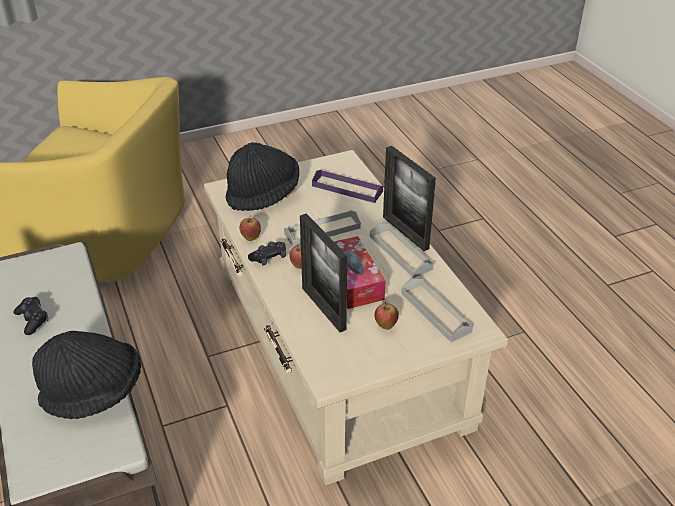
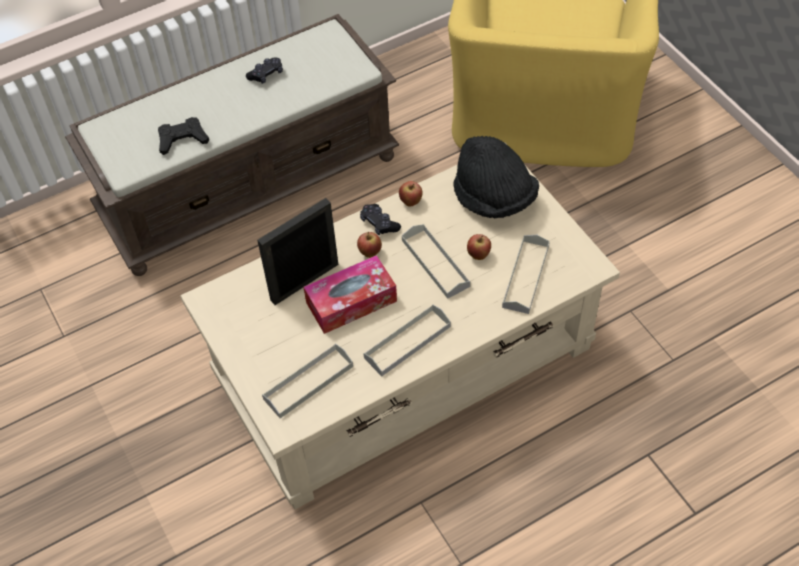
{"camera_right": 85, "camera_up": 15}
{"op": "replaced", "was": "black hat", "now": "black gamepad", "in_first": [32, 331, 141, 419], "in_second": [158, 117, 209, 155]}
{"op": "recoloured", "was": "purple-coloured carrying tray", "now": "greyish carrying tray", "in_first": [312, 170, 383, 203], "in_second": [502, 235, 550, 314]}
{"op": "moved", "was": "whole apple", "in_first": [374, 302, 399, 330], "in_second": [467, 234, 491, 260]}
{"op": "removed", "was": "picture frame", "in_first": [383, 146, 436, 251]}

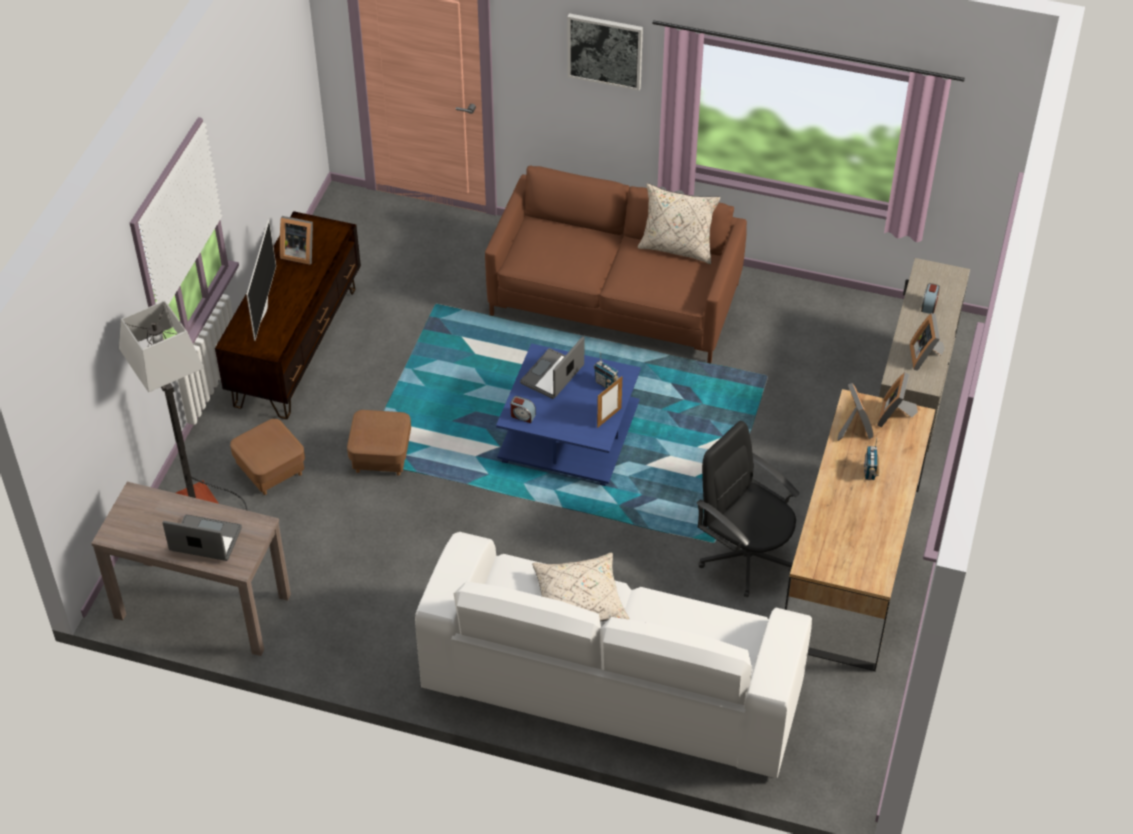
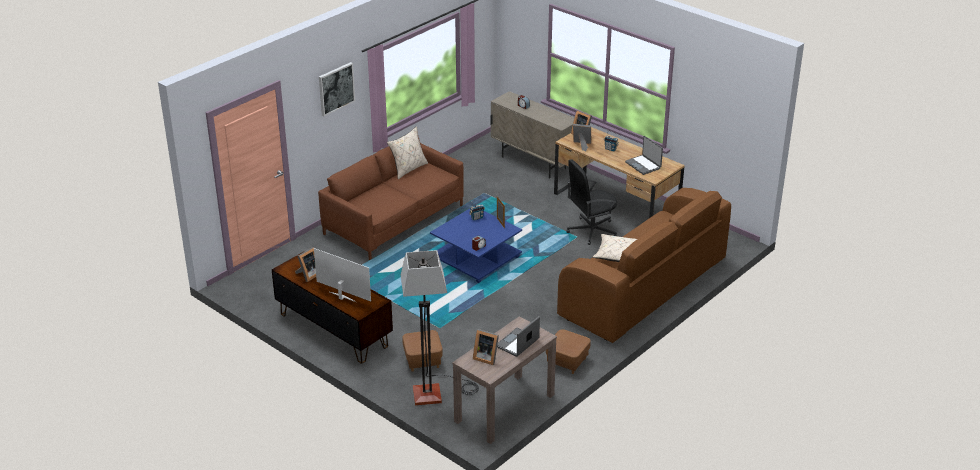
{"camera_right": -65, "camera_up": -15}
{"op": "moved", "was": "brown-coloured pouffe", "in_first": [347, 410, 411, 475], "in_second": [546, 329, 591, 374]}
{"op": "recoloured", "was": "white-coloured couch", "now": "brown-coloured couch", "in_first": [415, 532, 812, 778], "in_second": [557, 188, 731, 343]}
{"op": "moved", "was": "portable computer", "in_first": [520, 336, 585, 399], "in_second": [625, 136, 663, 175]}
{"op": "moved", "was": "picture frame", "in_first": [910, 313, 945, 371], "in_second": [473, 329, 499, 365]}

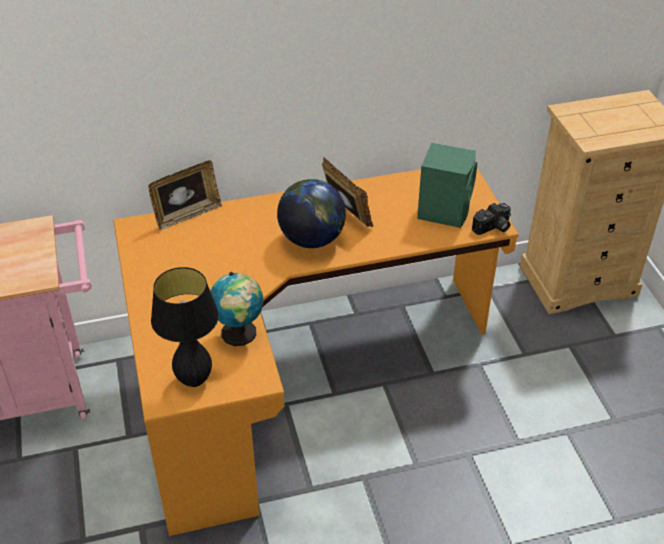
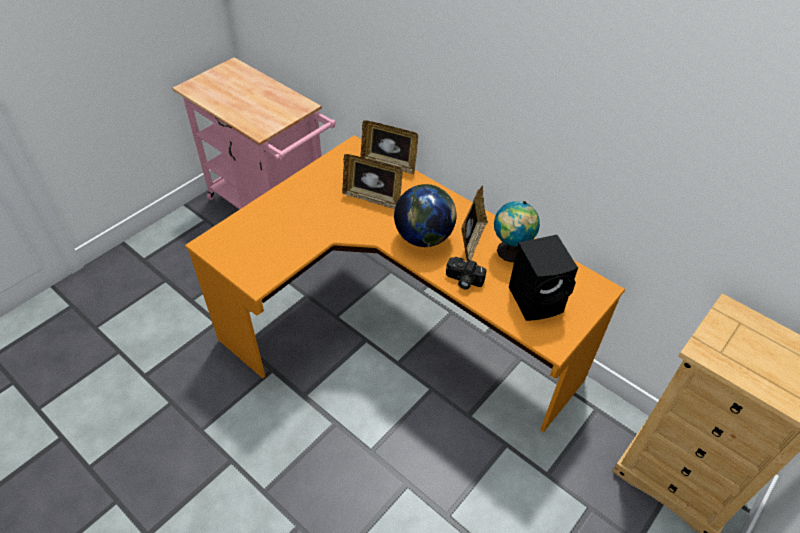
{"camera_right": 55, "camera_up": 5}
{"op": "removed", "was": "black lamp for a table", "in_first": [151, 267, 219, 387]}
{"op": "moved", "was": "globe", "in_first": [210, 272, 263, 346], "in_second": [494, 201, 540, 262]}
{"op": "recoloured", "was": "greenish audio speaker", "now": "black audio speaker", "in_first": [417, 143, 477, 228], "in_second": [509, 235, 578, 321]}
{"op": "moved", "was": "photo camera", "in_first": [472, 203, 511, 235], "in_second": [446, 257, 486, 290]}
{"op": "added", "now": "picture frame", "in_second": [342, 154, 403, 209]}

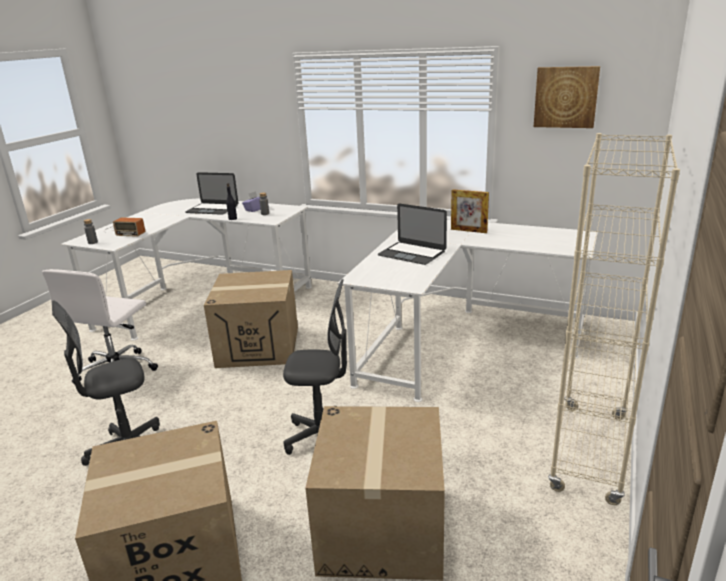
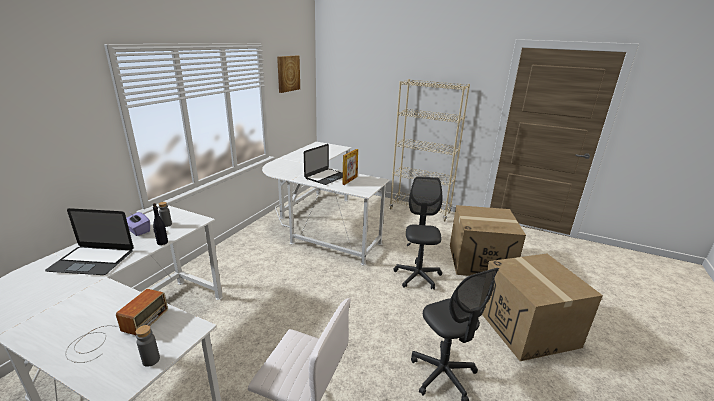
{"camera_right": -90, "camera_up": 0}
{"op": "turned", "was": "portable computer", "in_first": [185, 172, 238, 215], "in_second": [45, 208, 133, 275], "clockwise": 75}
{"op": "removed", "was": "carton", "in_first": [204, 270, 298, 368]}
{"op": "moved", "was": "picture frame", "in_first": [451, 189, 489, 233], "in_second": [342, 149, 358, 185]}

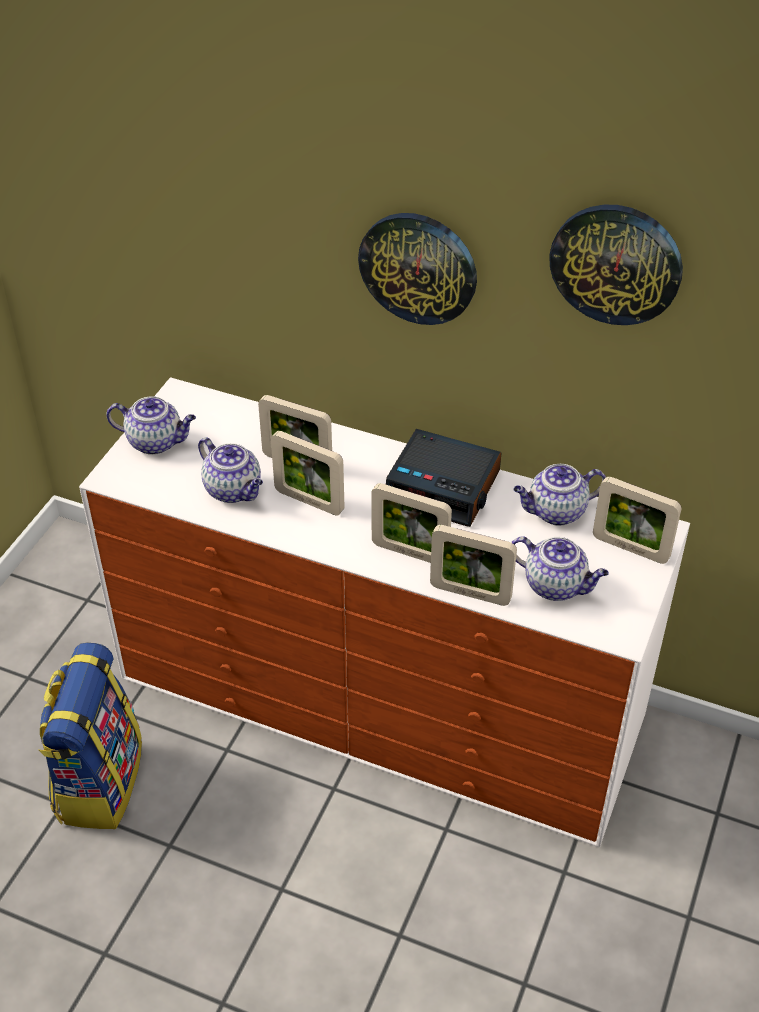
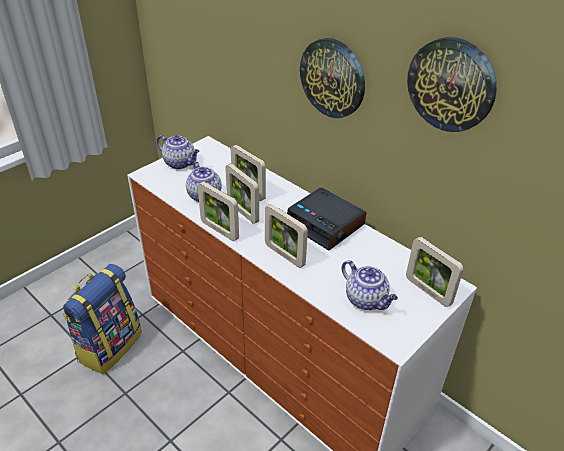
{"camera_right": 20, "camera_up": -5}
{"op": "moved", "was": "picture frame", "in_first": [430, 525, 517, 606], "in_second": [198, 181, 239, 241]}
{"op": "removed", "was": "pot for tea", "in_first": [513, 464, 606, 526]}

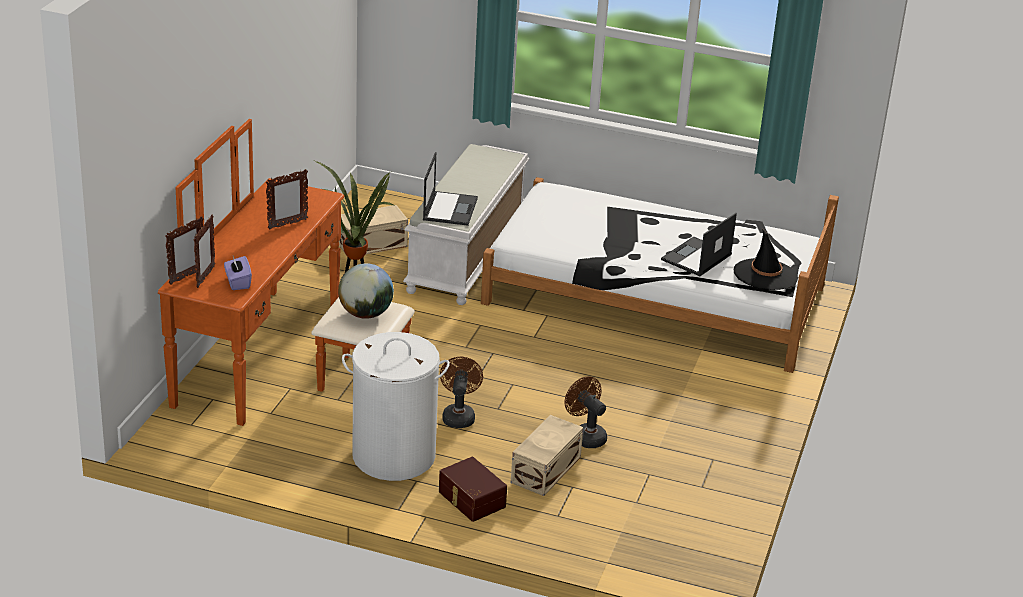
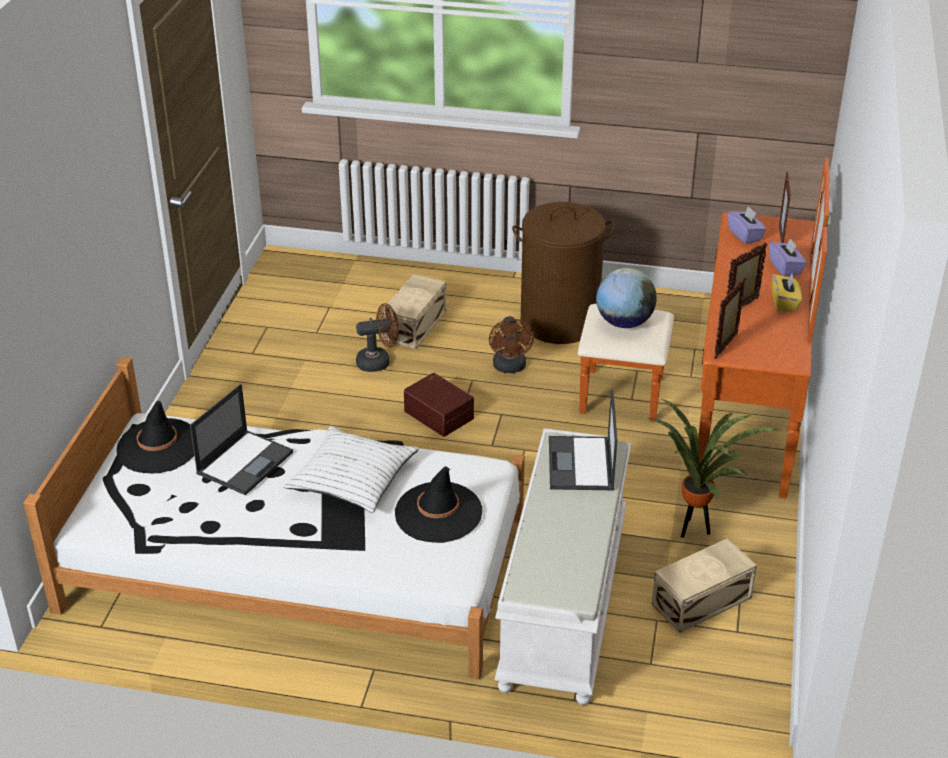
{"camera_right": 175, "camera_up": 5}
{"op": "moved", "was": "picture frame", "in_first": [165, 216, 204, 285], "in_second": [714, 277, 746, 359]}
{"op": "recoloured", "was": "white-coloured hamper", "now": "brown-coloured hamper", "in_first": [342, 332, 450, 481], "in_second": [512, 202, 615, 344]}
{"op": "moved", "was": "brown-coloured storage box", "in_first": [439, 457, 507, 522], "in_second": [404, 373, 474, 437]}
{"op": "turned", "was": "brown-coloured electric fan", "in_first": [565, 376, 607, 448], "in_second": [356, 303, 399, 372], "clockwise": -60}
{"op": "added", "now": "white-coloured cushion", "in_second": [284, 426, 419, 513]}
{"op": "added", "now": "black hat", "in_second": [395, 466, 482, 543]}
{"op": "added", "now": "purple-coloured box of tissues", "in_second": [769, 238, 806, 276]}
{"op": "added", "now": "yellow-coloured box of tissues", "in_second": [772, 272, 802, 311]}

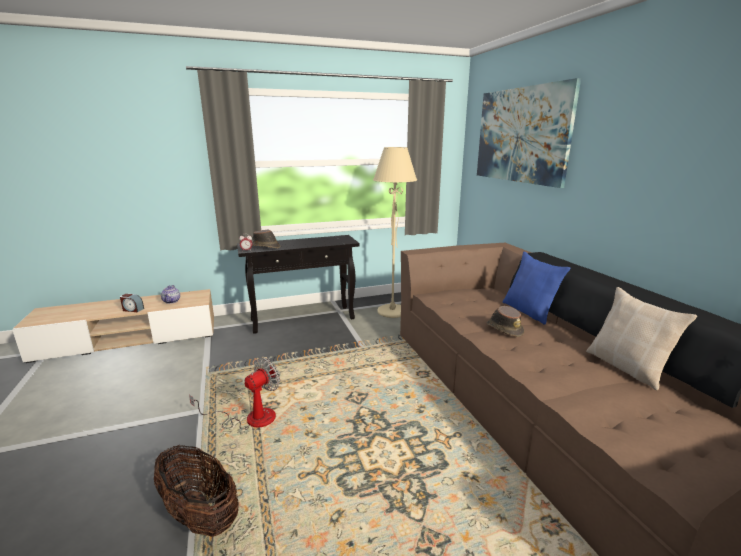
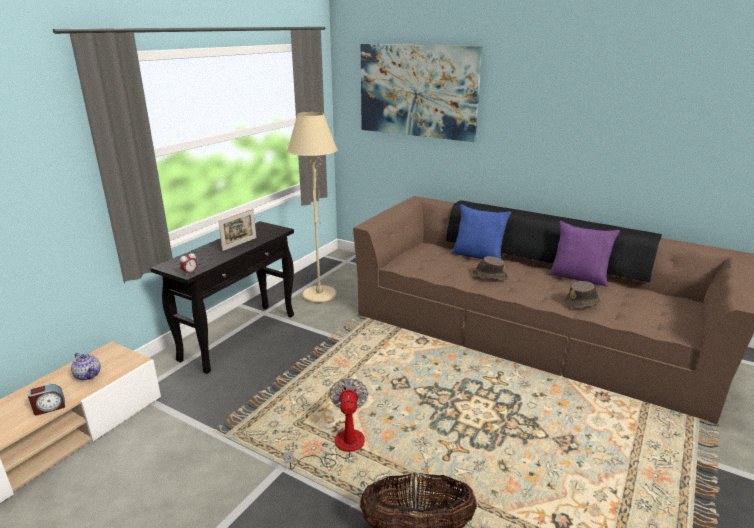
{"camera_right": -40, "camera_up": 5}
{"op": "moved", "was": "brown-coloured hat", "in_first": [252, 230, 280, 248], "in_second": [564, 281, 601, 308]}
{"op": "recoloured", "was": "sand-coloured cushion", "now": "purple-coloured cushion", "in_first": [586, 287, 697, 390], "in_second": [549, 221, 620, 287]}
{"op": "added", "now": "picture frame", "in_second": [218, 209, 256, 251]}

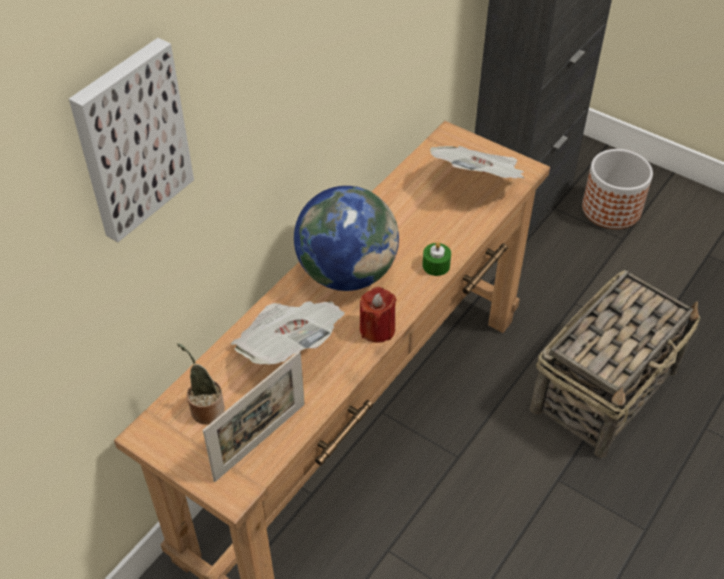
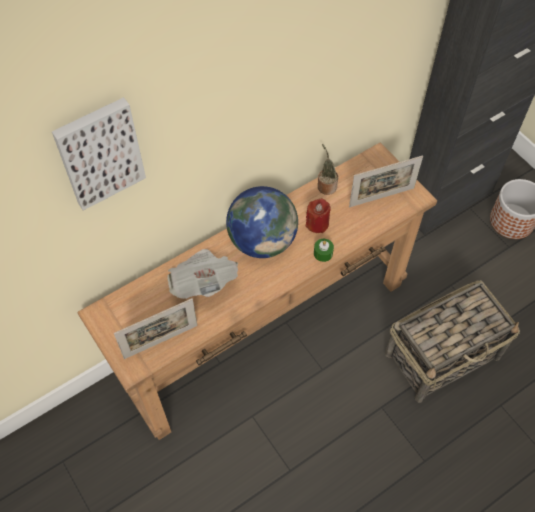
{"camera_right": 20, "camera_up": 10}
{"op": "moved", "was": "plant in a pot", "in_first": [177, 343, 225, 424], "in_second": [318, 144, 338, 195]}
{"op": "moved", "was": "reddish wax light", "in_first": [360, 287, 396, 343], "in_second": [306, 198, 331, 233]}
{"op": "replaced", "was": "printed paper", "now": "picture frame", "in_first": [430, 146, 525, 178], "in_second": [349, 156, 423, 207]}

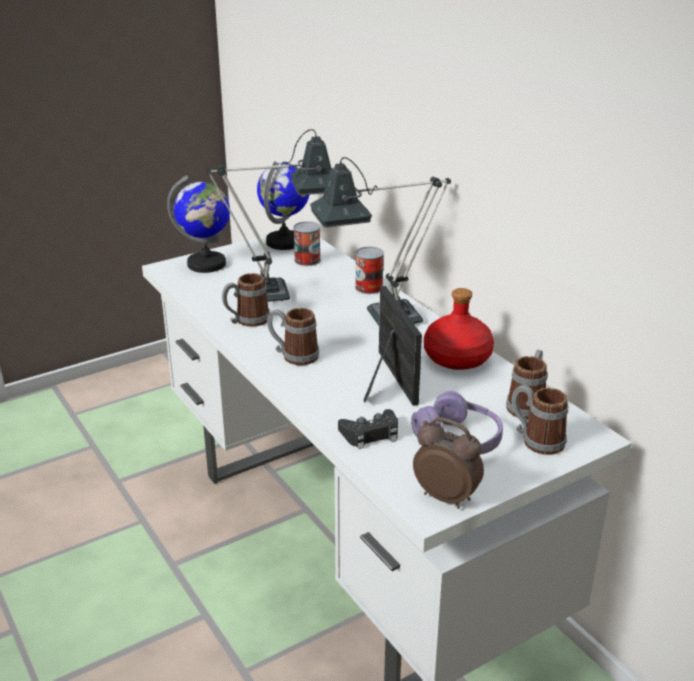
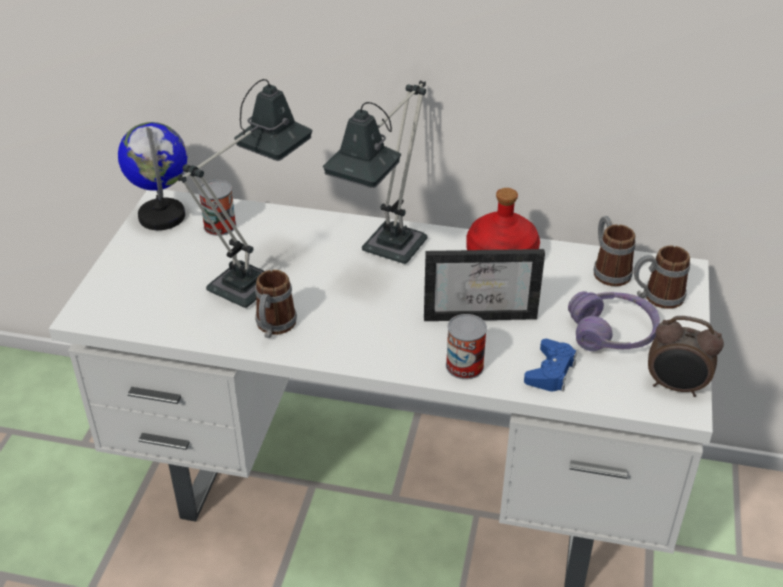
{"camera_right": -45, "camera_up": 10}
{"op": "removed", "was": "globe", "in_first": [167, 175, 230, 273]}
{"op": "removed", "was": "mug", "in_first": [267, 308, 319, 365]}
{"op": "recoloured", "was": "black gamepad", "now": "blue-coloured gamepad", "in_first": [338, 409, 398, 449], "in_second": [524, 339, 577, 391]}
{"op": "moved", "was": "sealed can", "in_first": [355, 246, 384, 294], "in_second": [446, 314, 487, 380]}
{"op": "turned", "was": "picture frame", "in_first": [364, 286, 422, 406], "in_second": [424, 249, 545, 321], "clockwise": 150}
{"op": "turned", "was": "alarm clock", "in_first": [413, 417, 484, 509], "in_second": [648, 316, 724, 397], "clockwise": -150}

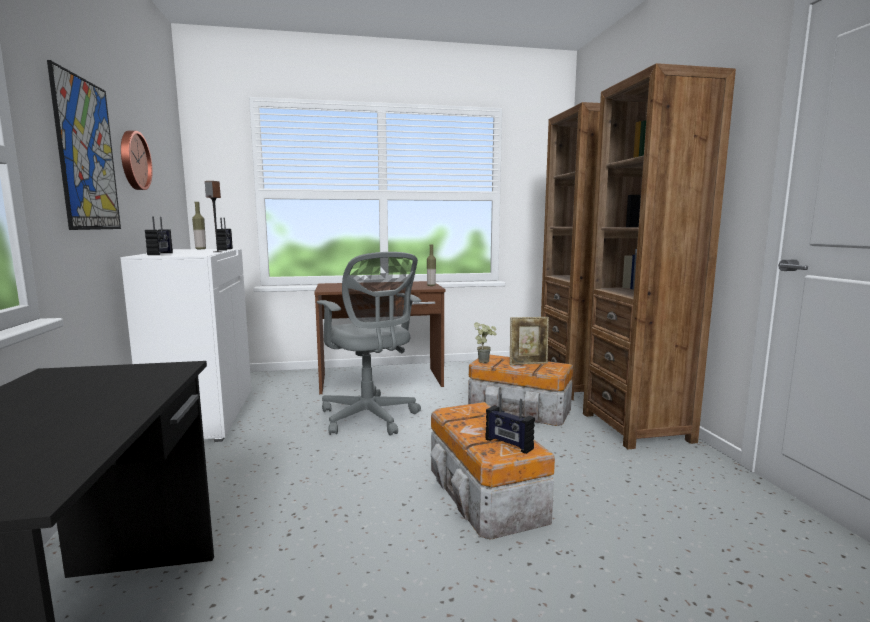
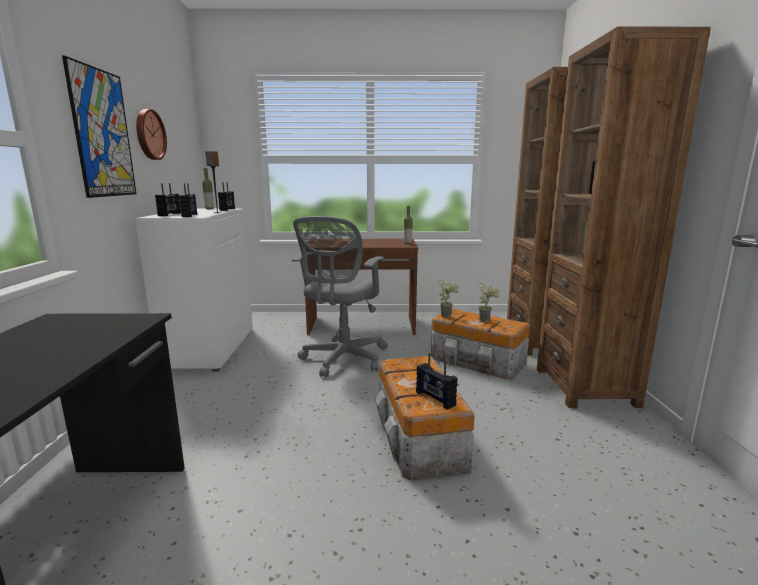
{"camera_right": 10, "camera_up": 5}
{"op": "turned", "was": "greyish desk chair", "in_first": [317, 252, 421, 436], "in_second": [292, 216, 388, 377], "clockwise": 45}
{"op": "replaced", "was": "picture frame", "now": "plant in a pot", "in_first": [510, 317, 549, 365], "in_second": [478, 283, 499, 322]}
{"op": "added", "now": "radio set", "in_second": [179, 183, 197, 217]}

